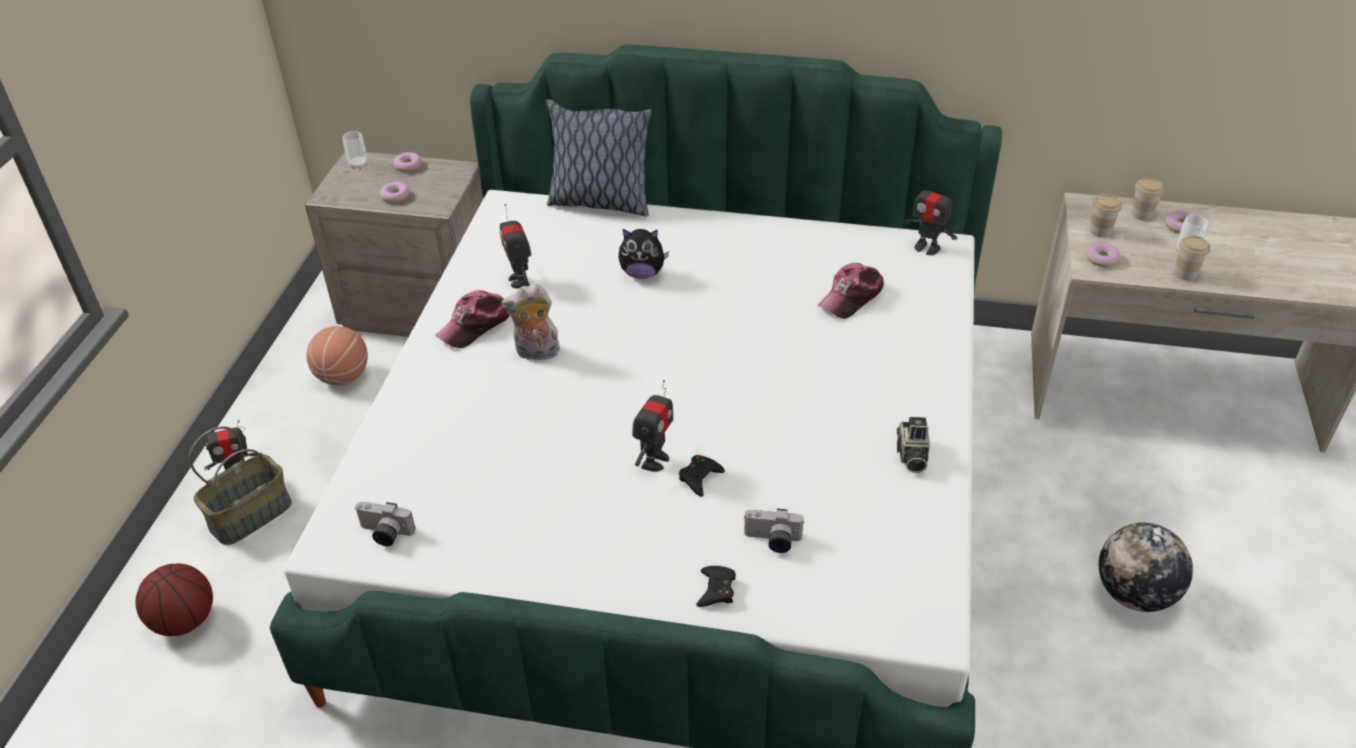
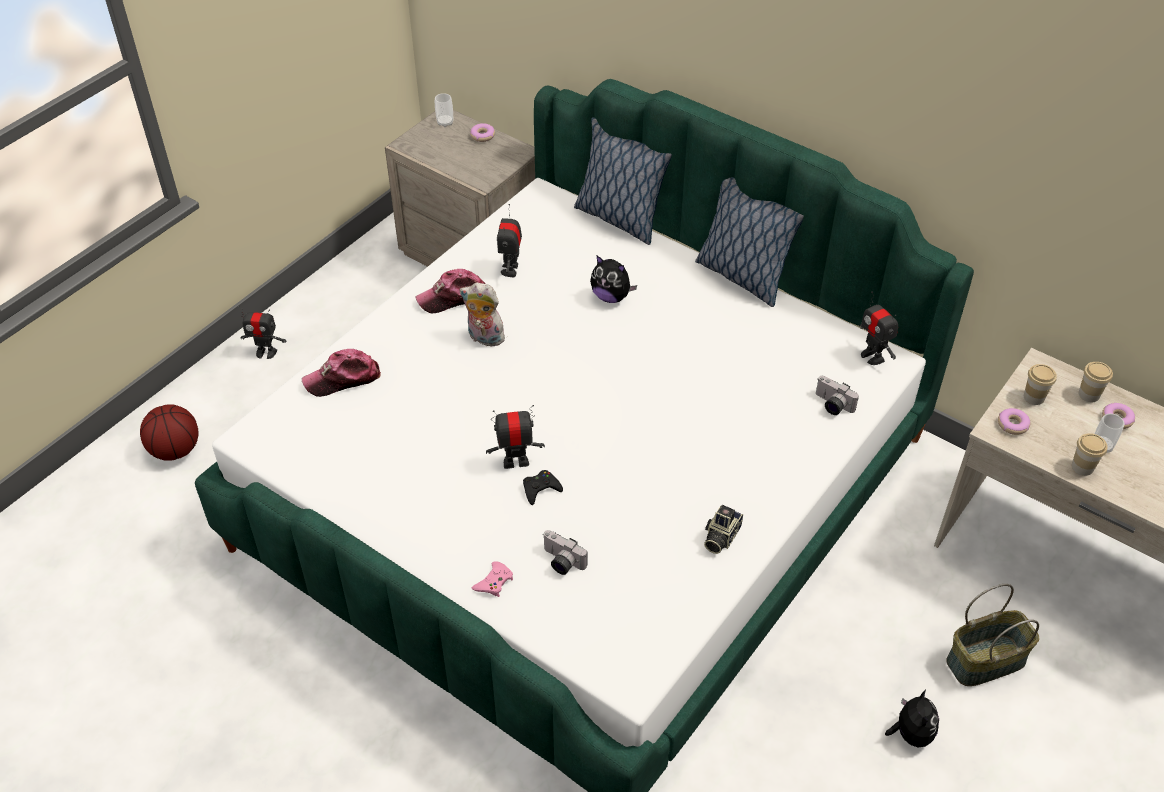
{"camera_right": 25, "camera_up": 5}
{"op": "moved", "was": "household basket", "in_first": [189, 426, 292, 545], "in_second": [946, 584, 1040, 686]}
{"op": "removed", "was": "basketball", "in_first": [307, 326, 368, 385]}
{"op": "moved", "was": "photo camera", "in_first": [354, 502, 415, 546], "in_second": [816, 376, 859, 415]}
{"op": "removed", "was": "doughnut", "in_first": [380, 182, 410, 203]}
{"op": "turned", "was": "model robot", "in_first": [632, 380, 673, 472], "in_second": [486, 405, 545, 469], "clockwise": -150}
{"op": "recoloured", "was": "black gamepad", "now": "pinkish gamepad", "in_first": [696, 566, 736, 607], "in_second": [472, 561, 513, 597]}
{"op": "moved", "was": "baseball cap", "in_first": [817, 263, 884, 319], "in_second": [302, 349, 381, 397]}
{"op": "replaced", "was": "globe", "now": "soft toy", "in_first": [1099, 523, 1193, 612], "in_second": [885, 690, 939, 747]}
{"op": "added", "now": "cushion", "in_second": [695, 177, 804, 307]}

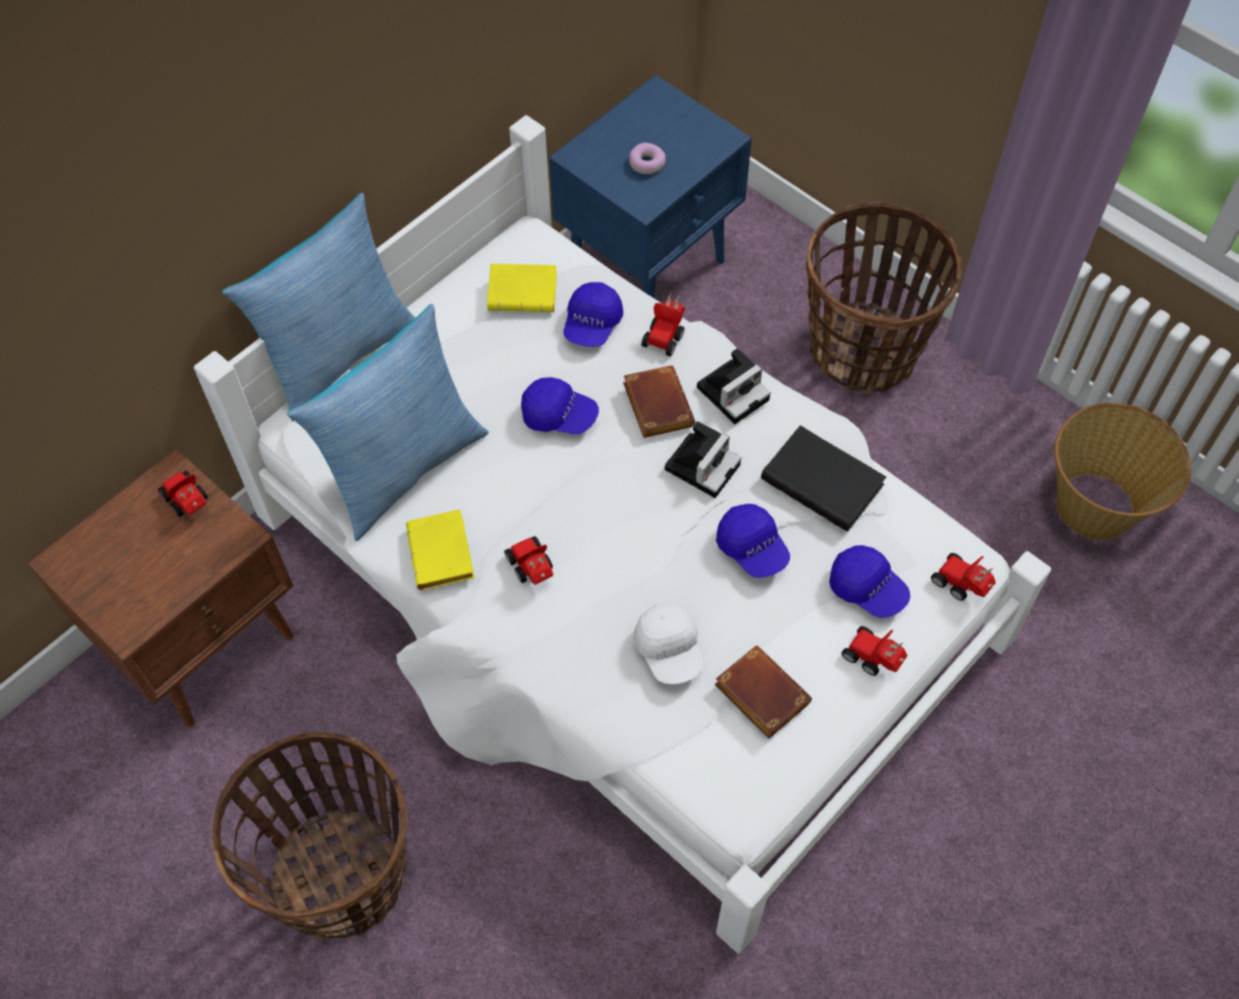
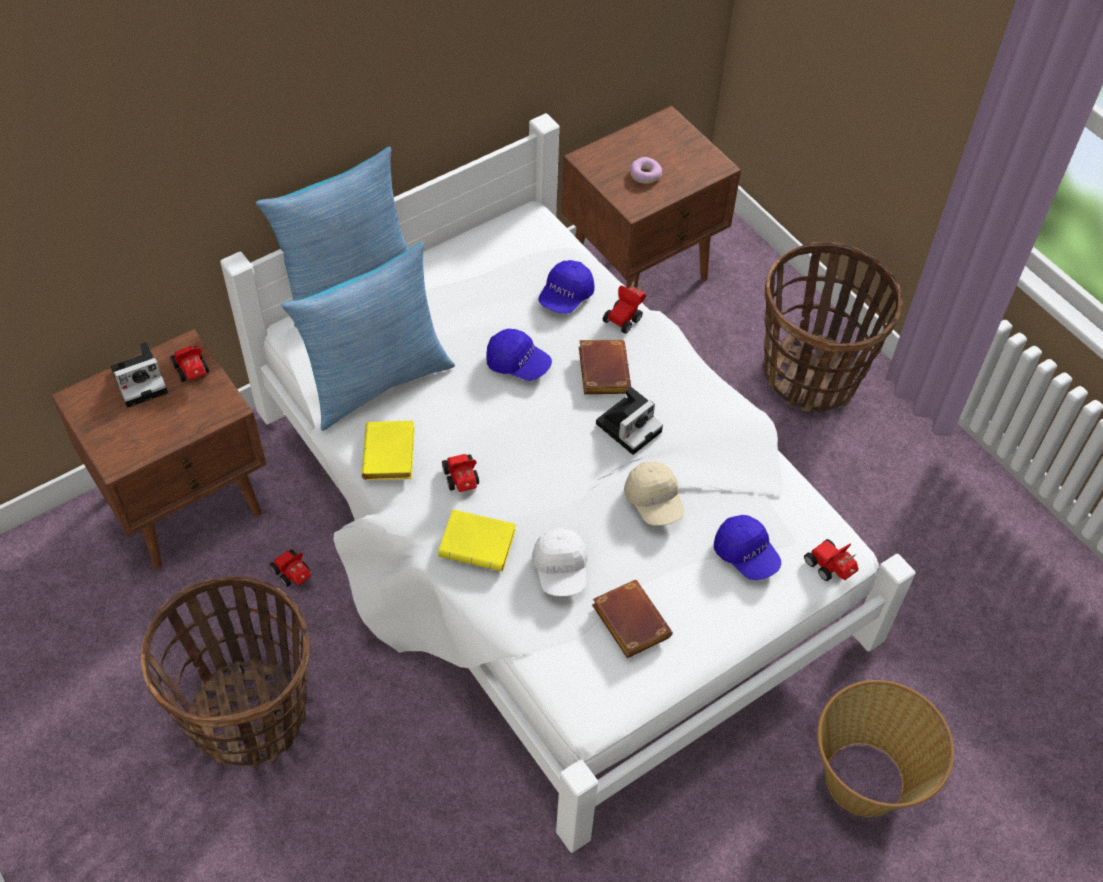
{"camera_right": 10, "camera_up": -5}
{"op": "moved", "was": "yellow-coloured bound book", "in_first": [487, 264, 557, 312], "in_second": [438, 509, 516, 571]}
{"op": "recoloured", "was": "blue-coloured nightstand", "now": "brown-coloured nightstand", "in_first": [549, 75, 752, 298], "in_second": [562, 106, 741, 288]}
{"op": "moved", "was": "photo camera", "in_first": [697, 348, 771, 424], "in_second": [111, 342, 168, 407]}
{"op": "recoloured", "was": "blue-coloured baseball cap", "now": "sand-coloured baseball cap", "in_first": [716, 504, 790, 578], "in_second": [624, 462, 684, 526]}
{"op": "removed", "was": "black bound book", "in_first": [761, 425, 886, 532]}
{"op": "moved", "was": "miniature car", "in_first": [841, 626, 907, 676], "in_second": [269, 549, 311, 587]}
{"op": "moved", "was": "household basket", "in_first": [1055, 403, 1191, 540], "in_second": [817, 680, 954, 817]}

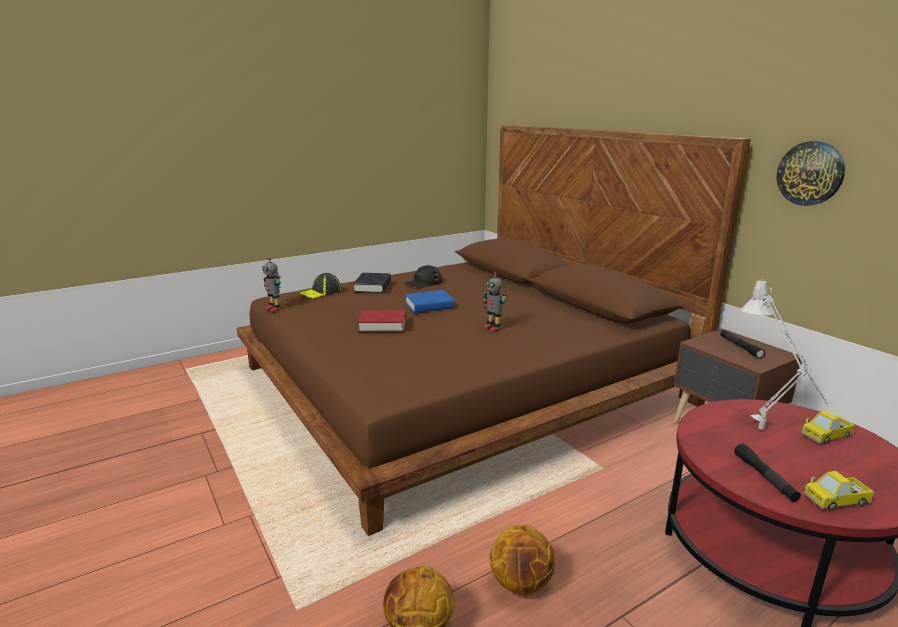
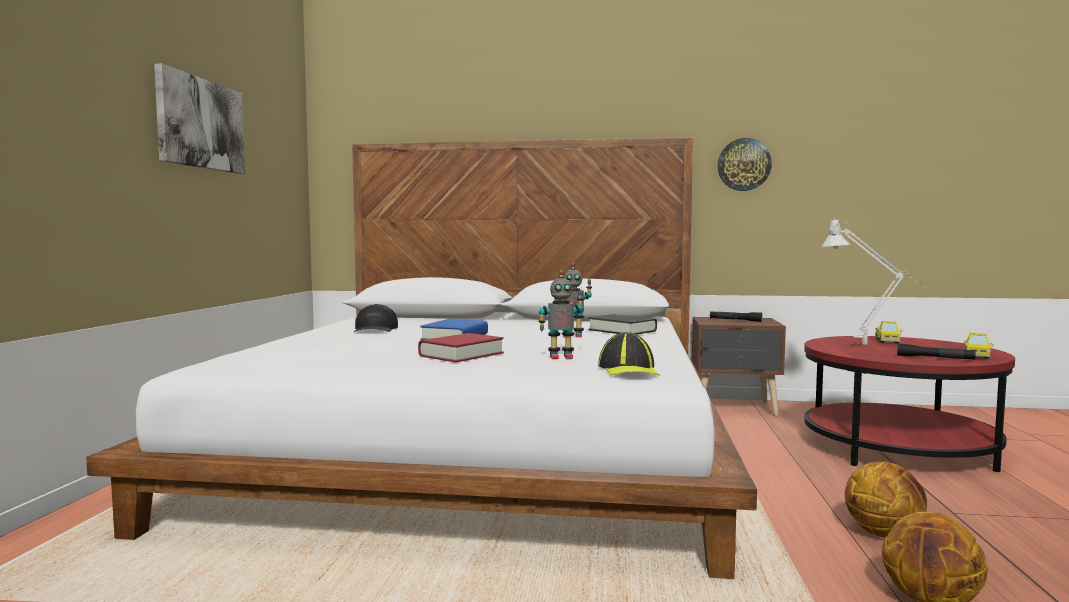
{"camera_right": -50, "camera_up": -15}
{"op": "recoloured", "was": "brown-coloured bed", "now": "white-coloured bed", "in_first": [237, 125, 751, 536], "in_second": [86, 137, 757, 579]}
{"op": "moved", "was": "model robot", "in_first": [262, 258, 281, 312], "in_second": [539, 270, 584, 359]}
{"op": "moved", "was": "baseball cap", "in_first": [299, 273, 341, 299], "in_second": [598, 332, 660, 376]}
{"op": "moved", "was": "black bound book", "in_first": [353, 273, 391, 293], "in_second": [588, 314, 657, 334]}
{"op": "added", "now": "wall picture", "in_second": [154, 63, 245, 174]}

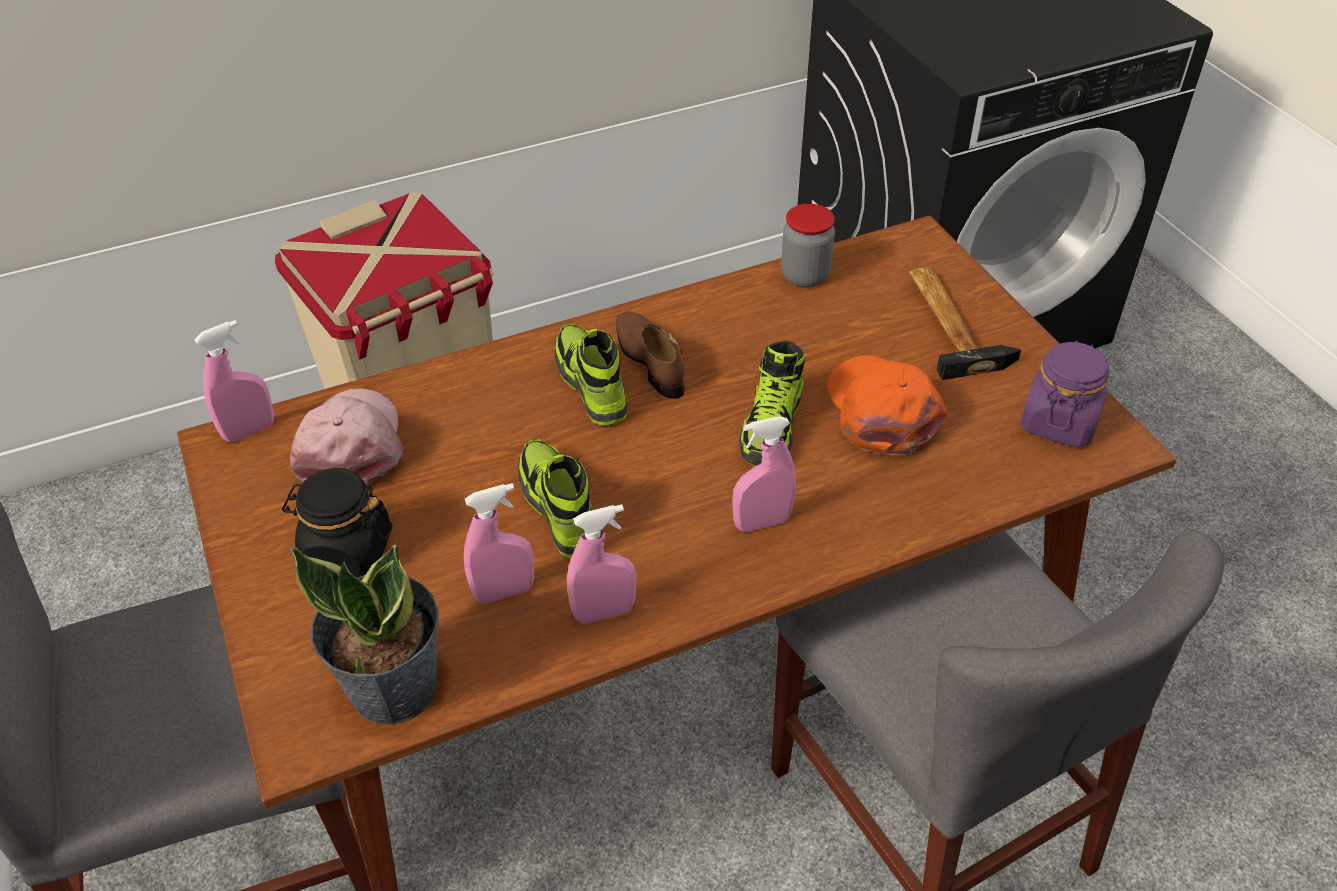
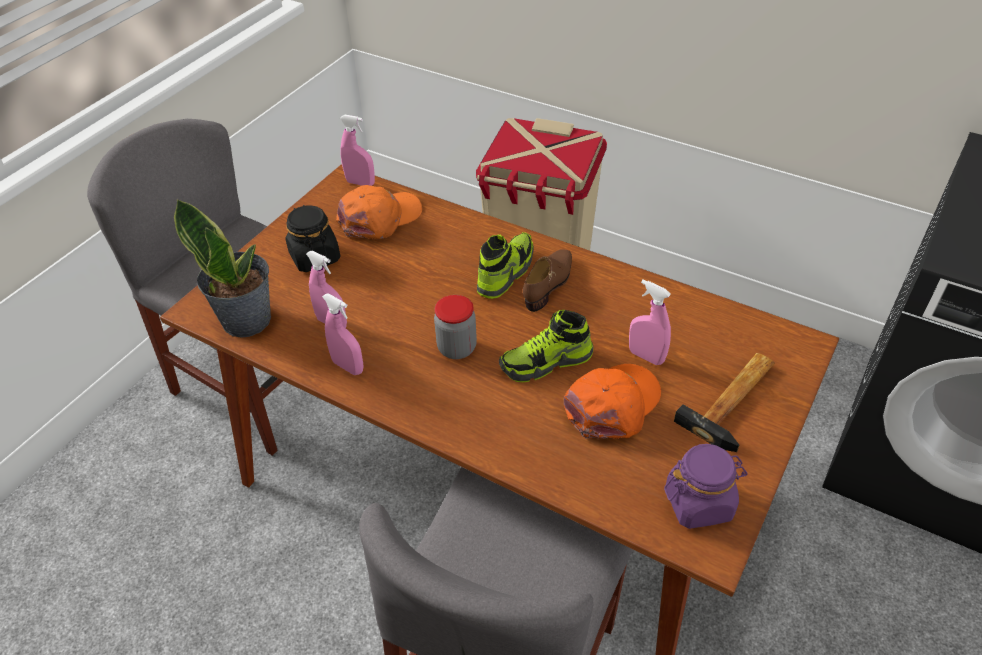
{"camera_right": 55, "camera_up": 0}
{"op": "recoloured", "was": "pinkish baseball cap", "now": "orange baseball cap", "in_first": [290, 389, 403, 485], "in_second": [336, 185, 422, 239]}
{"op": "removed", "was": "low shoe", "in_first": [519, 439, 592, 558]}
{"op": "moved", "was": "pinkish hand sprayer", "in_first": [732, 416, 796, 532], "in_second": [629, 280, 671, 365]}
{"op": "moved", "was": "storage jar", "in_first": [781, 204, 835, 287], "in_second": [434, 295, 477, 359]}

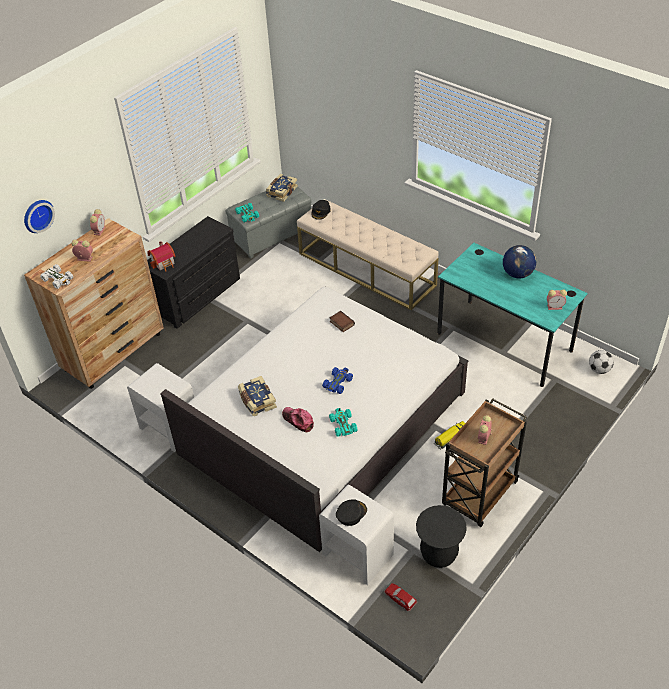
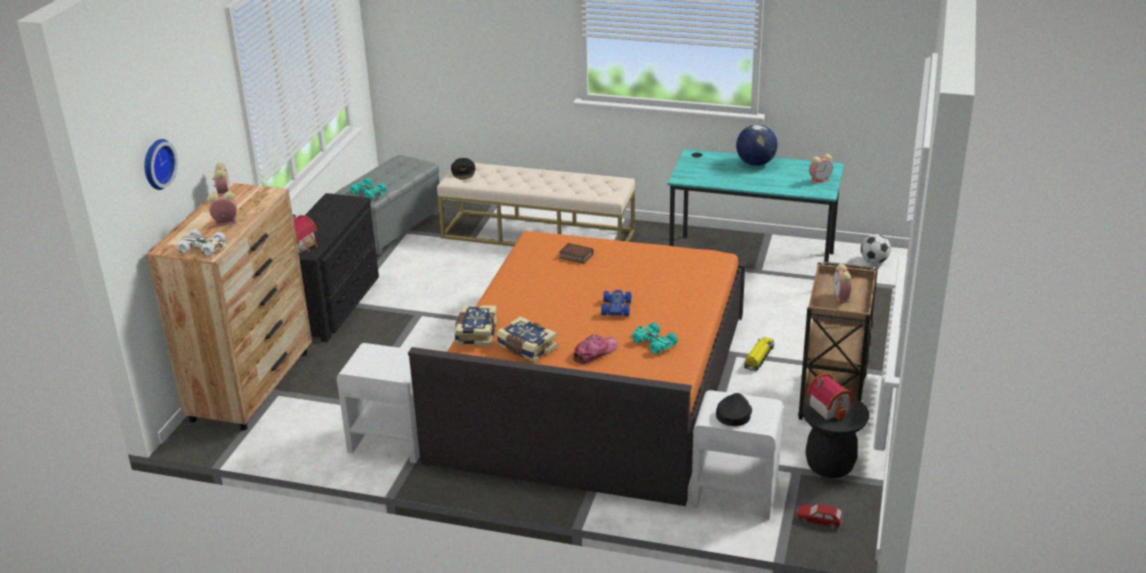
{"camera_right": -25, "camera_up": -15}
{"op": "recoloured", "was": "white-coloured bed", "now": "orange bed", "in_first": [160, 287, 468, 552], "in_second": [408, 231, 746, 506]}
{"op": "moved", "was": "bound book", "in_first": [265, 174, 298, 202], "in_second": [454, 305, 497, 346]}
{"op": "turned", "was": "baseball cap", "in_first": [282, 407, 314, 432], "in_second": [573, 334, 618, 364], "clockwise": 120}
{"op": "added", "now": "model house", "in_second": [807, 373, 854, 421]}

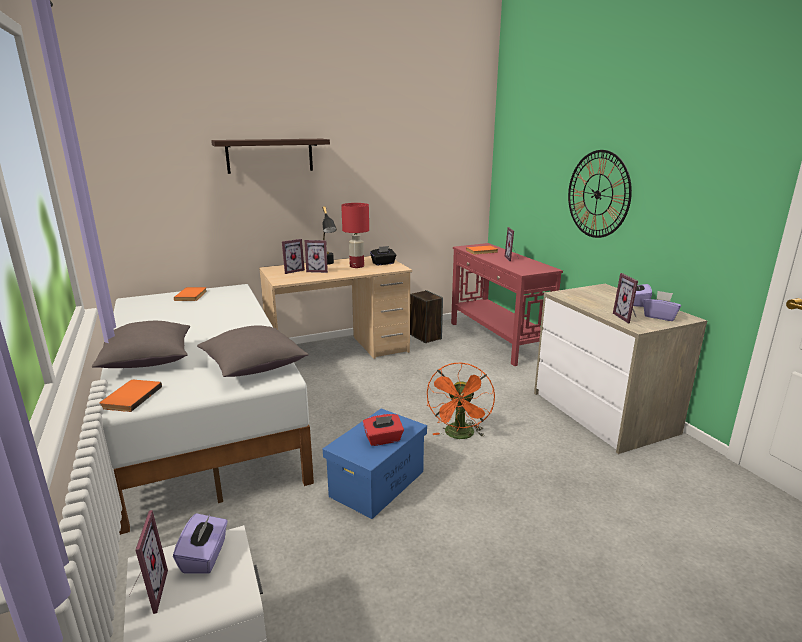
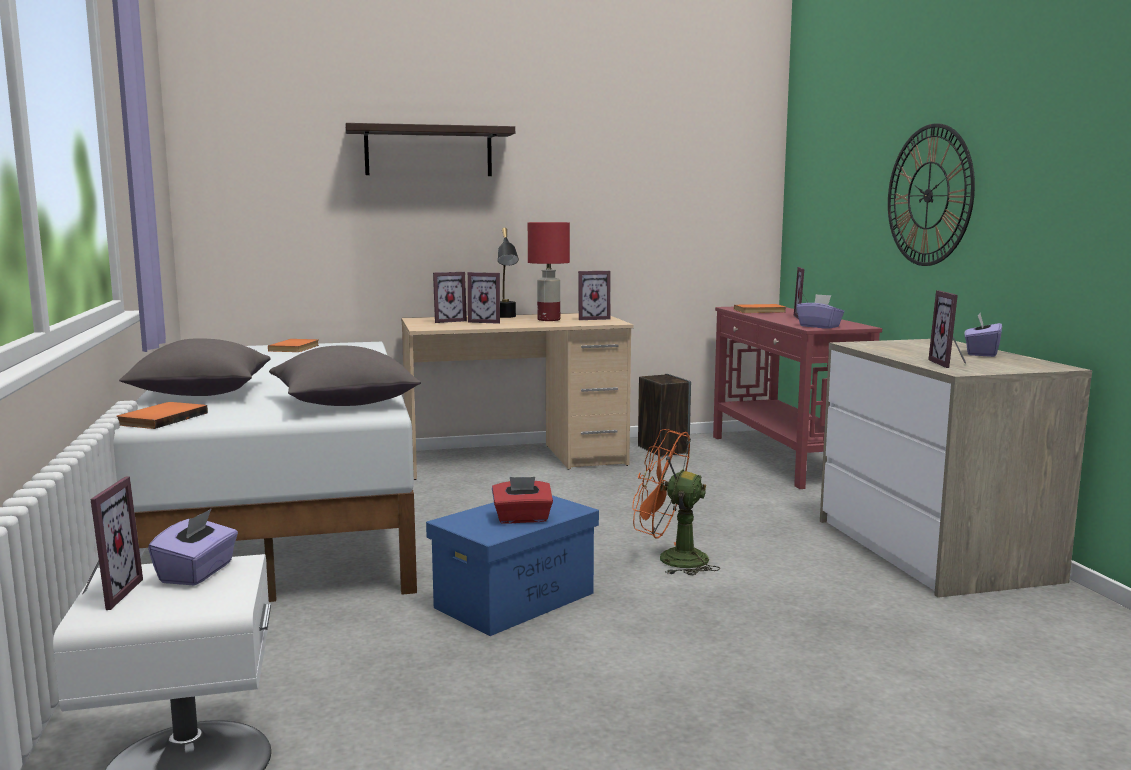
{"camera_right": 10, "camera_up": -10}
{"op": "replaced", "was": "black box of tissues", "now": "picture frame", "in_first": [370, 246, 396, 265], "in_second": [578, 271, 610, 320]}
{"op": "turned", "was": "orange electric fan", "in_first": [426, 362, 495, 439], "in_second": [632, 429, 721, 576], "clockwise": 90}
{"op": "moved", "was": "purple-coloured box of tissues", "in_first": [643, 291, 681, 321], "in_second": [796, 294, 844, 329]}

